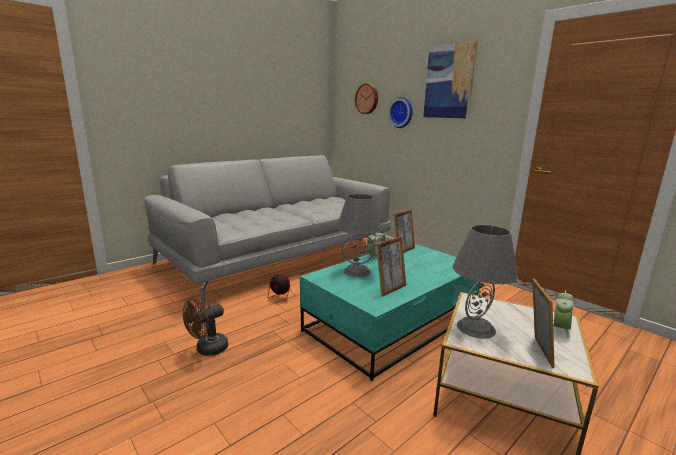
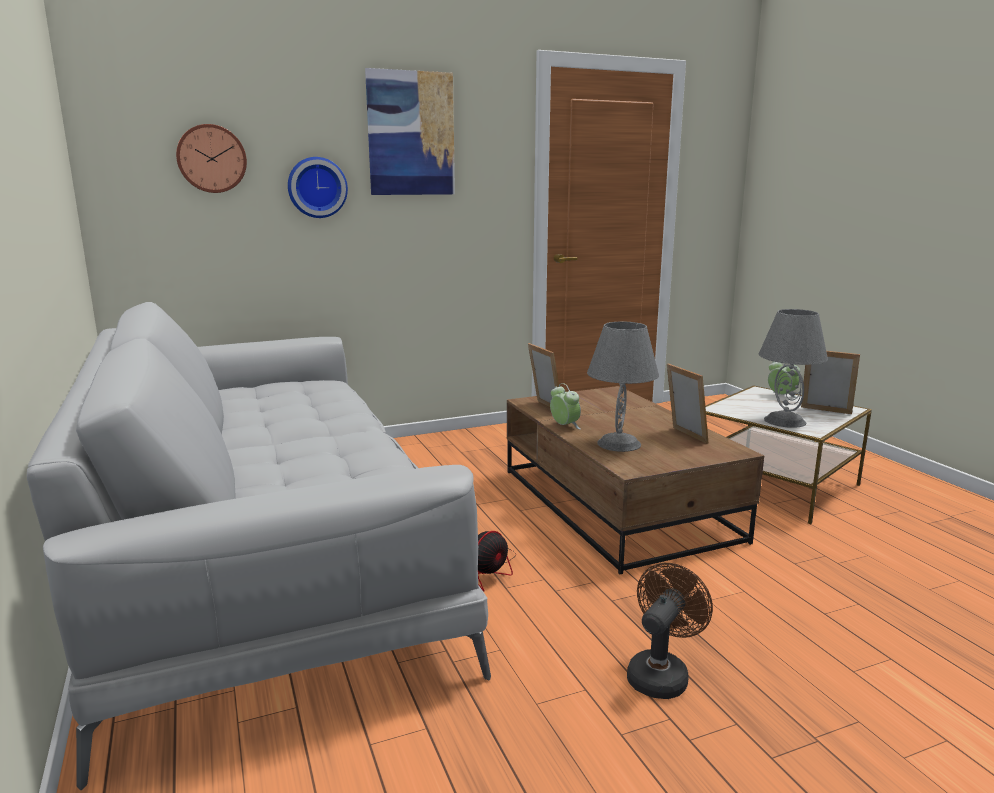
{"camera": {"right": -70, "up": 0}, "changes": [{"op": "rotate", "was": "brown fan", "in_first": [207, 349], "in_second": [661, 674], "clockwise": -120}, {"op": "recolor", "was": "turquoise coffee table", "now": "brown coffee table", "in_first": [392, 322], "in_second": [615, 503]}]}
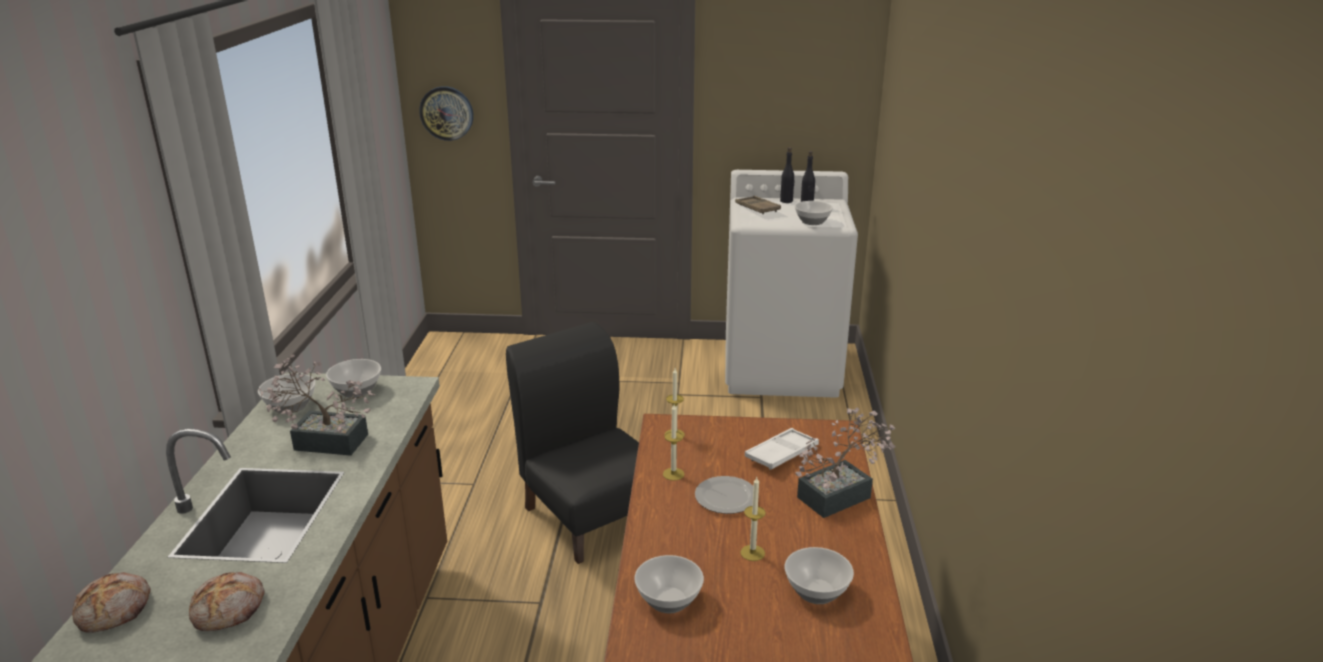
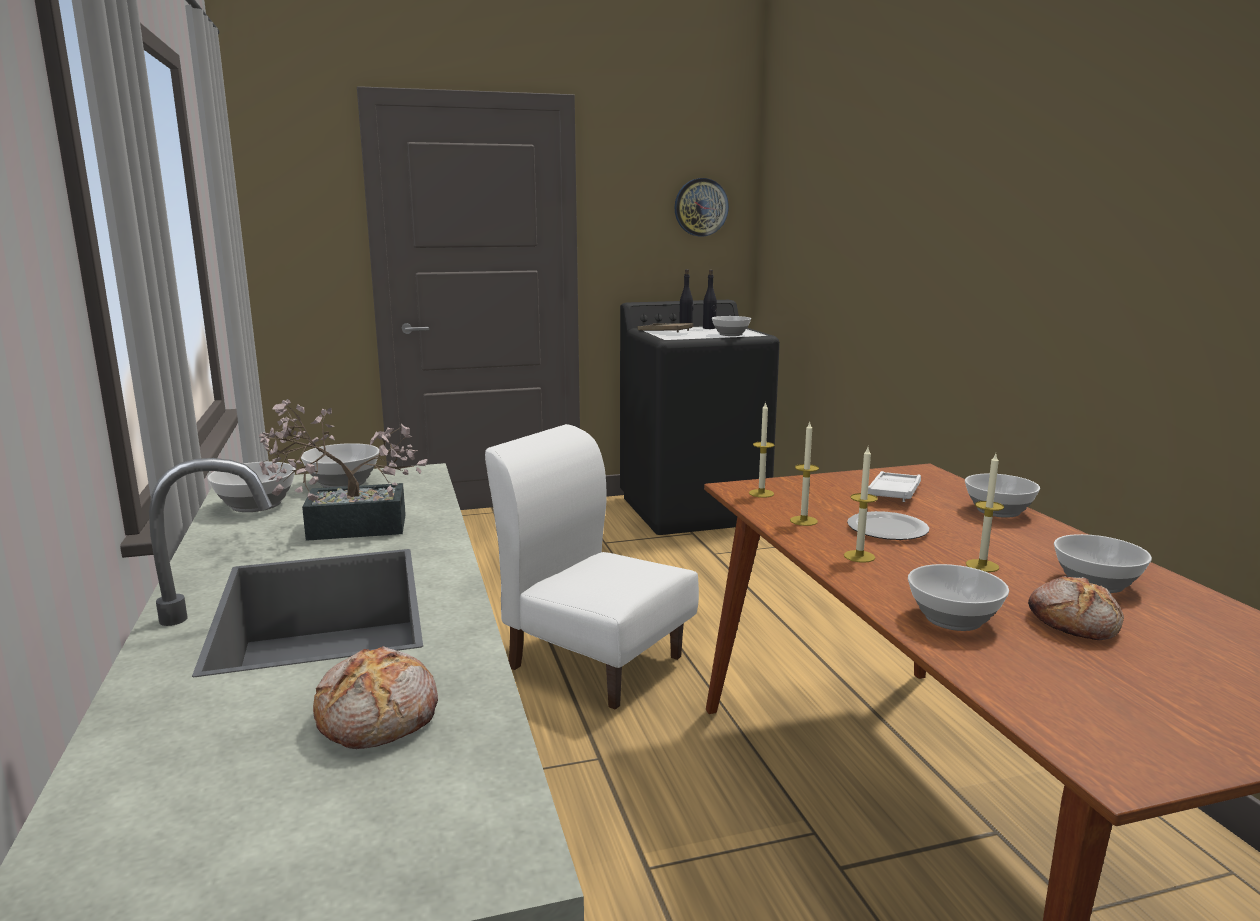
{"camera": {"right": -20, "up": -10}, "changes": [{"op": "move", "was": "bread", "in_first": [115, 610], "in_second": [1074, 623]}, {"op": "move", "was": "wall clock", "in_first": [447, 113], "in_second": [700, 207]}, {"op": "recolor", "was": "black chair", "now": "white chair", "in_first": [591, 516], "in_second": [595, 661]}, {"op": "recolor", "was": "white washing machine", "now": "black washing machine", "in_first": [782, 369], "in_second": [694, 510]}, {"op": "replace", "was": "potted plant", "now": "bowl", "in_first": [841, 495], "in_second": [999, 512]}, {"op": "insert", "now": "candle", "in_second": [859, 556]}]}
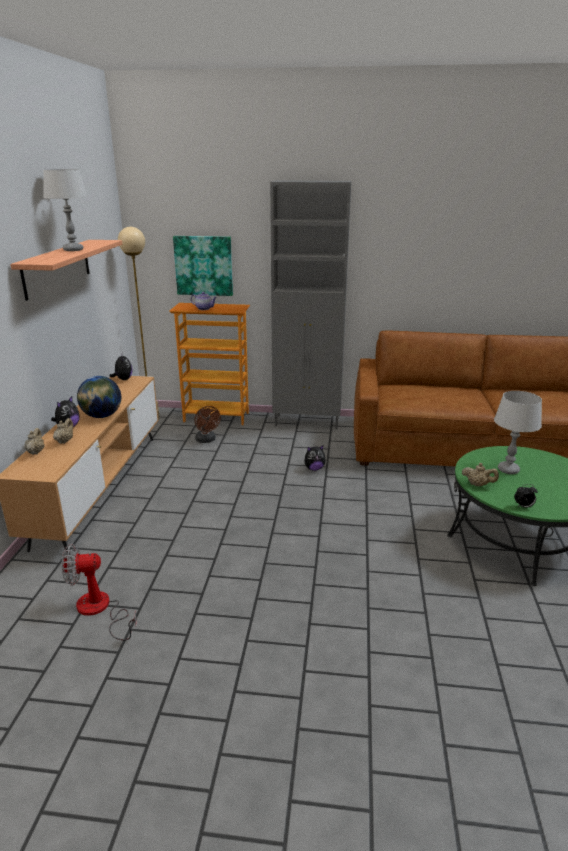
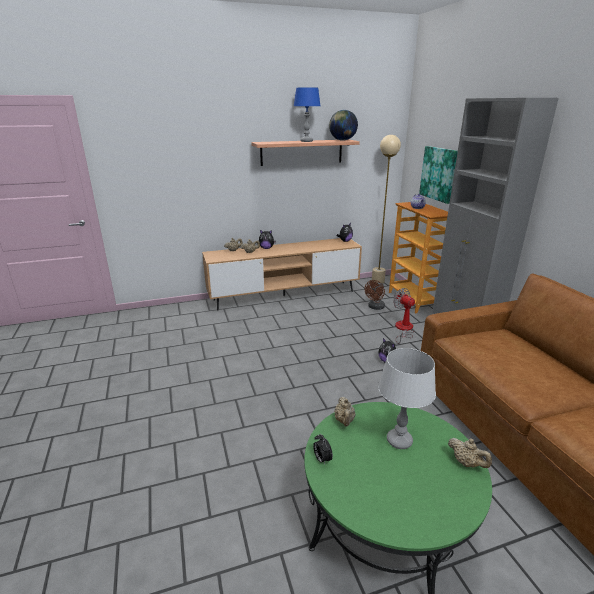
{"camera": {"right": 65, "up": 0}, "changes": [{"op": "recolor", "was": "grey table lamp", "now": "blue table lamp", "in_first": [73, 250], "in_second": [306, 141]}, {"op": "move", "was": "fan", "in_first": [100, 610], "in_second": [403, 329]}, {"op": "move", "was": "globe", "in_first": [102, 416], "in_second": [342, 140]}, {"op": "insert", "now": "beige teapot", "in_second": [466, 463]}]}
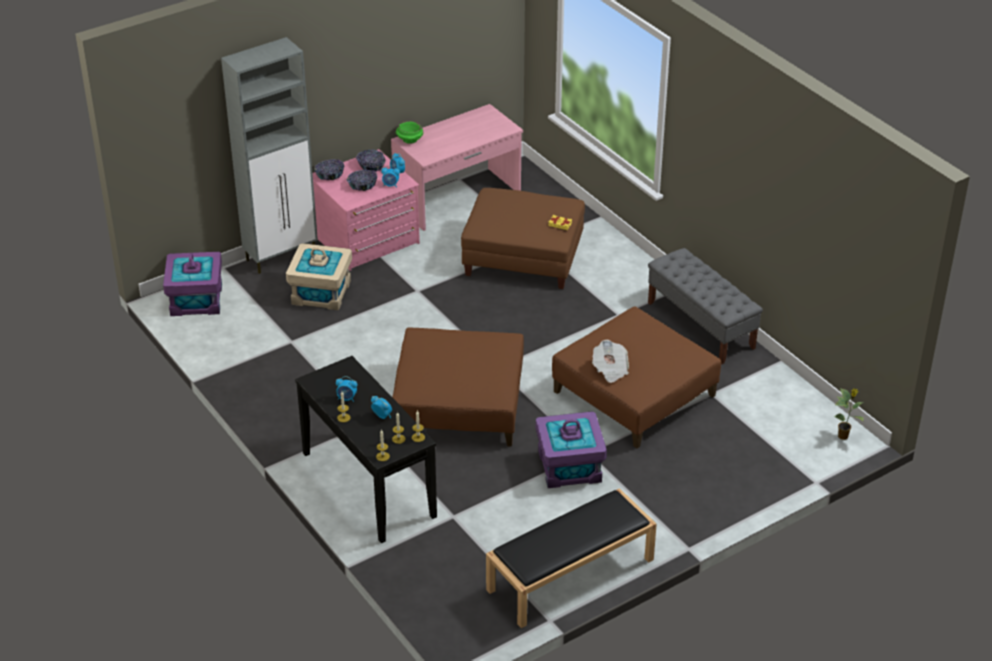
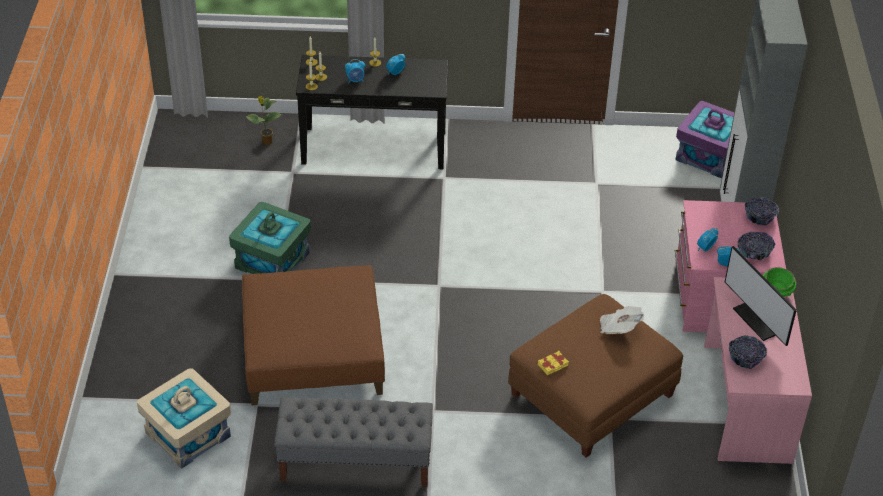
{"camera": {"right": 125, "up": 5}, "changes": [{"op": "move", "was": "beige storage box", "in_first": [321, 293], "in_second": [187, 434]}, {"op": "move", "was": "bowl", "in_first": [362, 185], "in_second": [746, 358]}, {"op": "delete", "was": "brown ottoman", "in_first": [458, 404]}, {"op": "delete", "was": "black bench", "in_first": [570, 575]}, {"op": "recolor", "was": "purple storage box", "now": "green storage box", "in_first": [569, 467], "in_second": [272, 260]}, {"op": "move", "was": "newspaper", "in_first": [610, 369], "in_second": [619, 328]}, {"op": "move", "was": "potted plant", "in_first": [843, 436], "in_second": [266, 142]}, {"op": "insert", "now": "monitor", "in_second": [757, 320]}]}
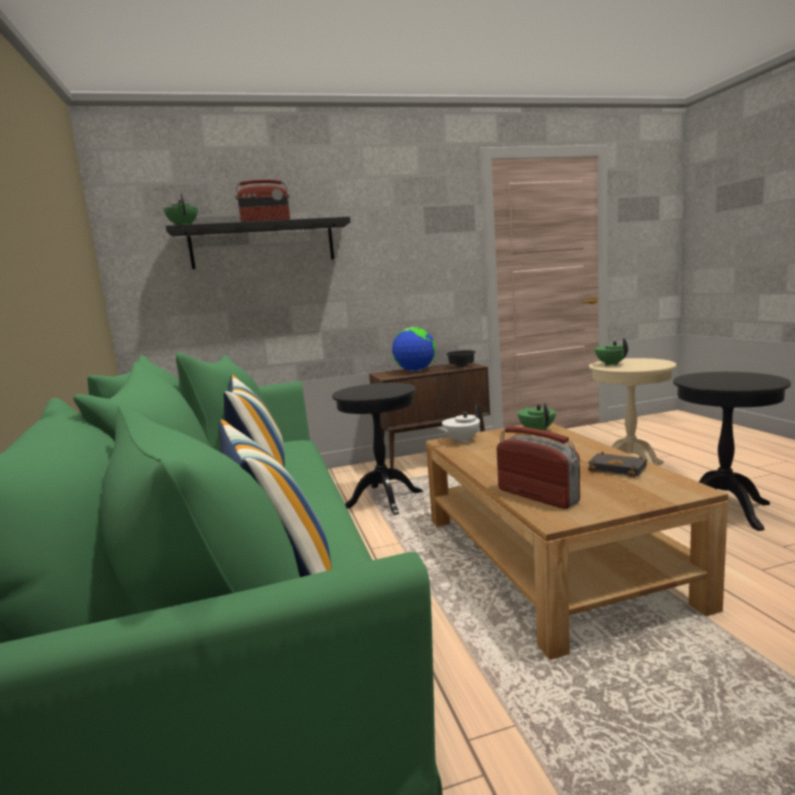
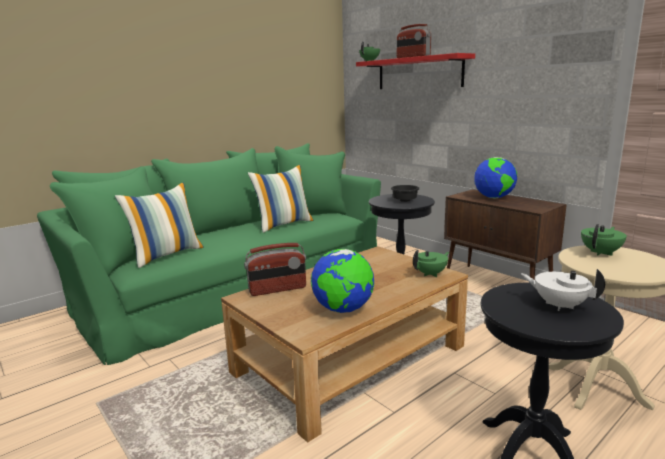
{"camera": {"right": 65, "up": 5}, "changes": [{"op": "recolor", "was": "black shelf", "now": "red shelf", "in_first": [263, 245], "in_second": [419, 73]}, {"op": "move", "was": "white teapot", "in_first": [461, 440], "in_second": [559, 305]}, {"op": "move", "was": "black bowl", "in_first": [462, 366], "in_second": [405, 201]}, {"op": "rotate", "was": "radio", "in_first": [538, 496], "in_second": [277, 289], "clockwise": 45}, {"op": "replace", "was": "black book", "now": "globe", "in_first": [619, 469], "in_second": [343, 309]}]}
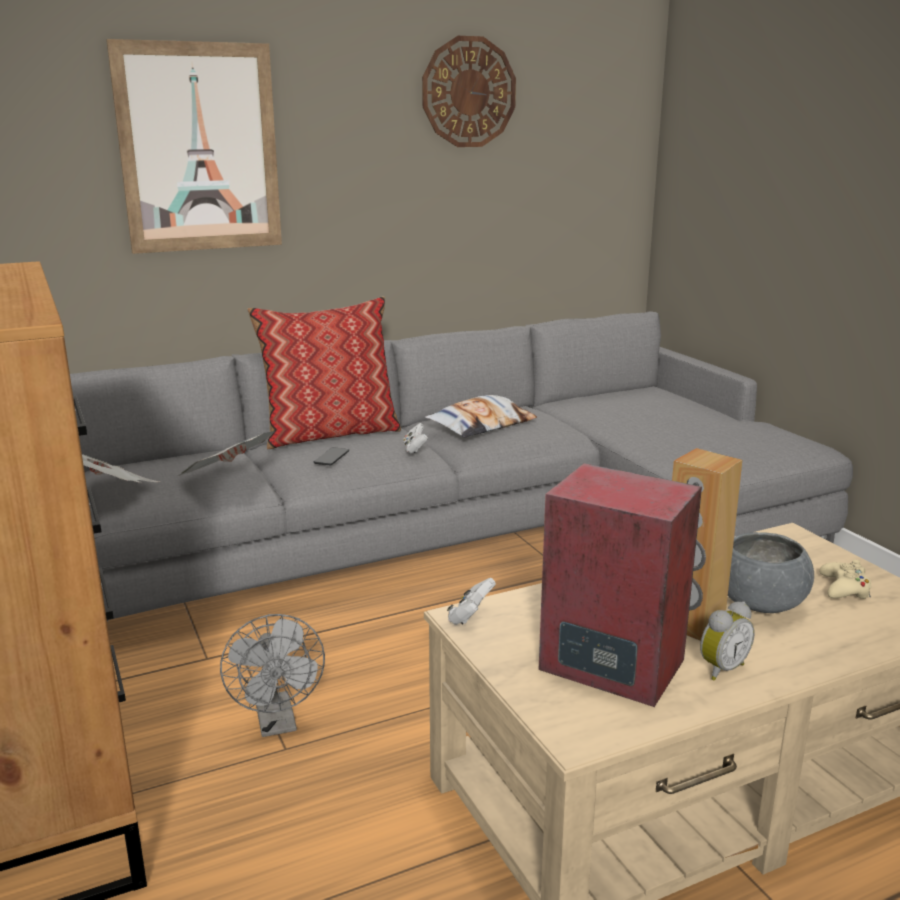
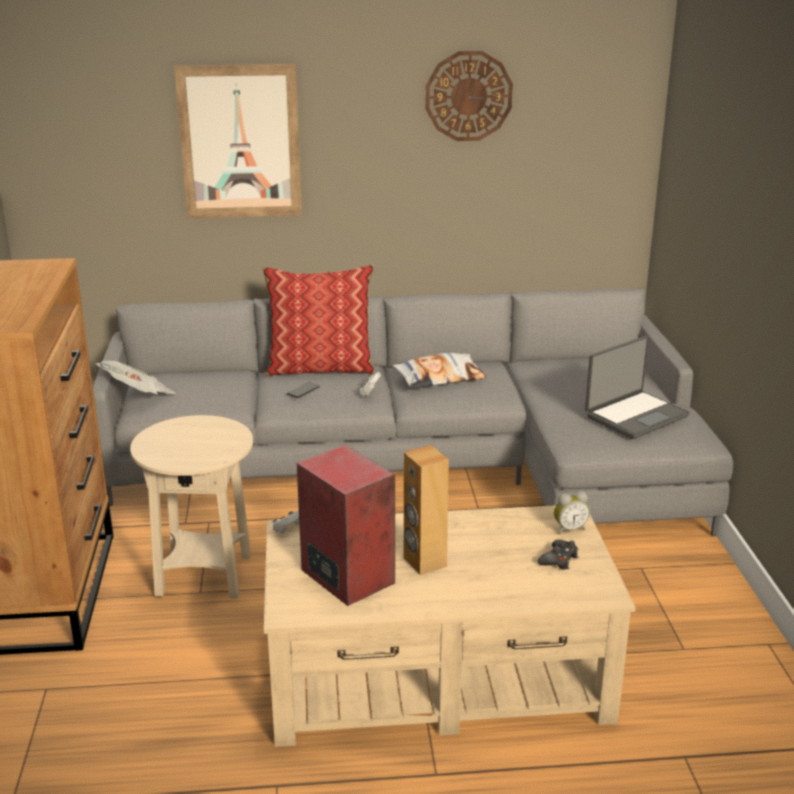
{"camera": {"right": 20, "up": 5}, "changes": [{"op": "delete", "was": "newspaper", "in_first": [228, 478]}, {"op": "replace", "was": "grey fan", "now": "beige side table", "in_first": [278, 723], "in_second": [204, 575]}, {"op": "move", "was": "alarm clock", "in_first": [720, 668], "in_second": [569, 529]}, {"op": "delete", "was": "grey bowl", "in_first": [760, 603]}, {"op": "recolor", "was": "beige game controller", "now": "black game controller", "in_first": [844, 588], "in_second": [559, 560]}, {"op": "insert", "now": "laptop", "in_second": [635, 415]}]}
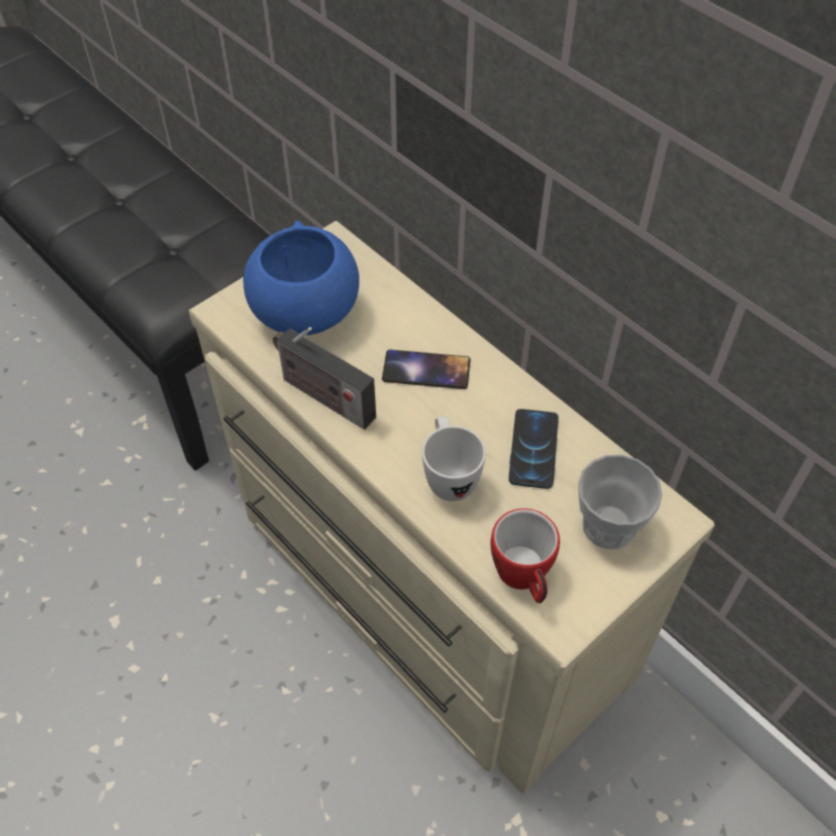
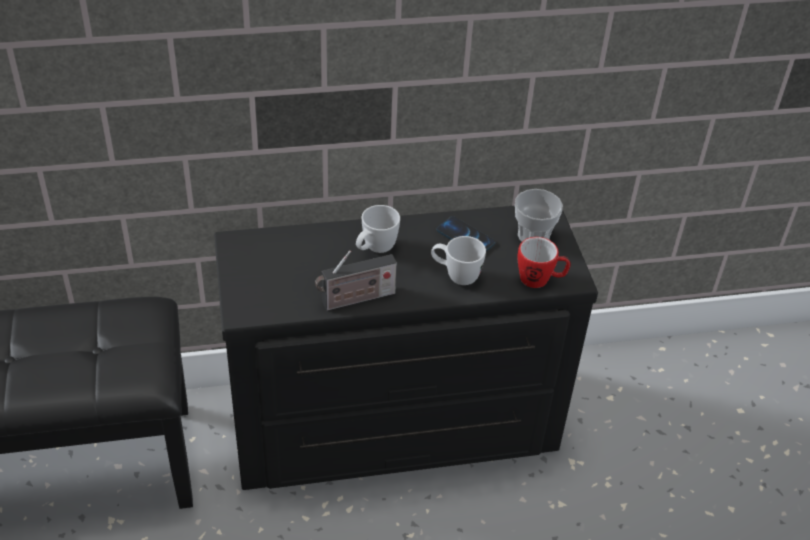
{"camera": {"right": -60, "up": -10}, "changes": [{"op": "recolor", "was": "beige dresser", "now": "black dresser", "in_first": [420, 590], "in_second": [395, 428]}, {"op": "delete", "was": "blue bowl", "in_first": [305, 313]}, {"op": "replace", "was": "phone", "now": "white mug", "in_first": [426, 370], "in_second": [375, 250]}]}
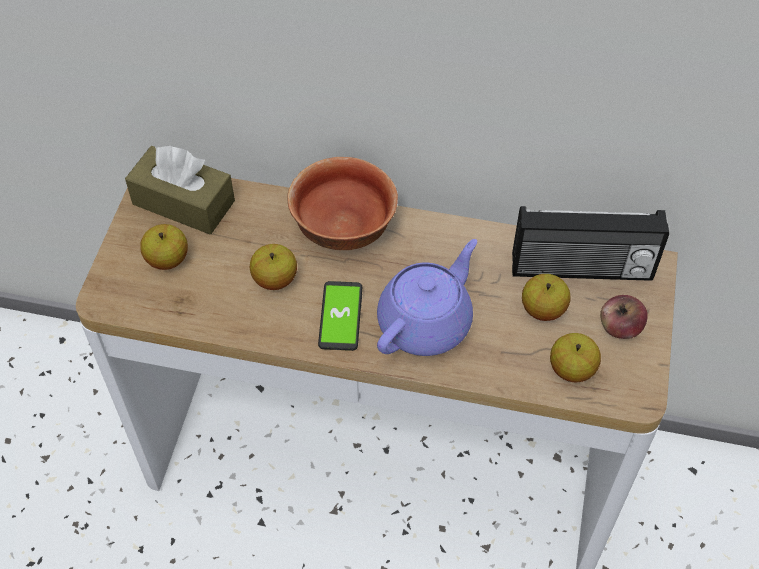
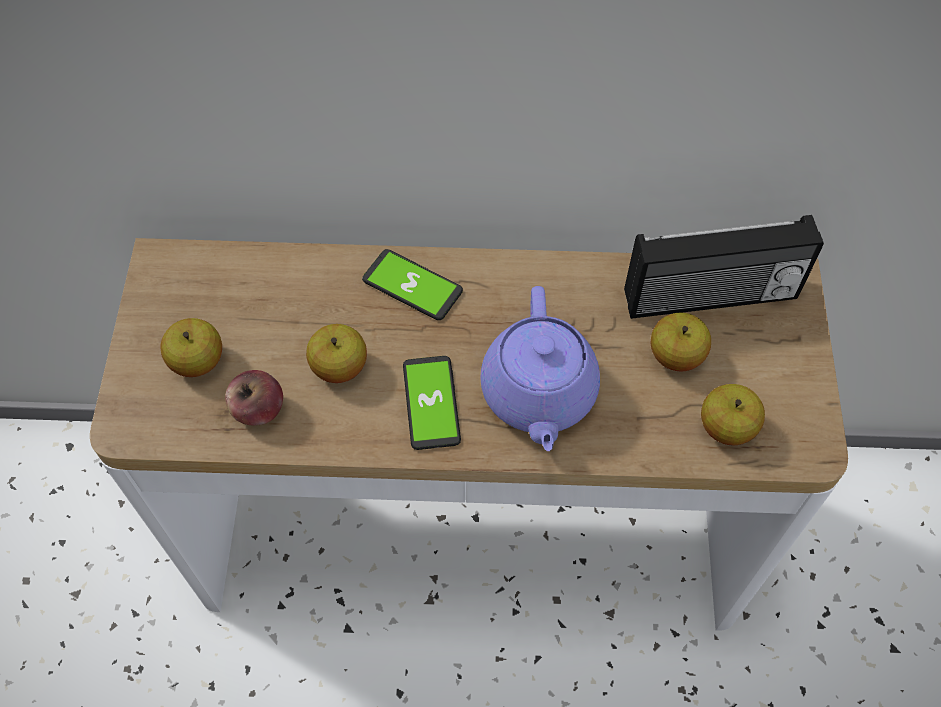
{"camera": {"right": -10, "up": 5}, "changes": [{"op": "delete", "was": "brown tissue box", "in_first": [183, 202]}, {"op": "replace", "was": "bowl", "now": "phone", "in_first": [344, 227], "in_second": [412, 285]}, {"op": "rotate", "was": "purple teapot", "in_first": [426, 322], "in_second": [538, 394], "clockwise": 150}, {"op": "move", "was": "apple", "in_first": [619, 328], "in_second": [258, 410]}]}
